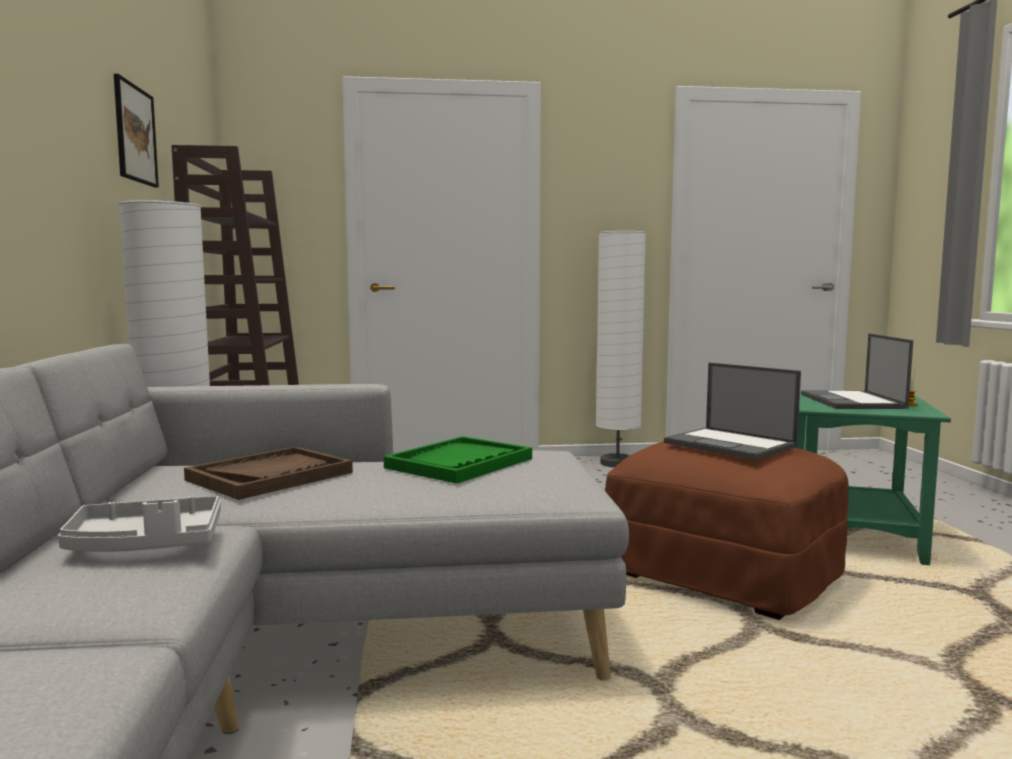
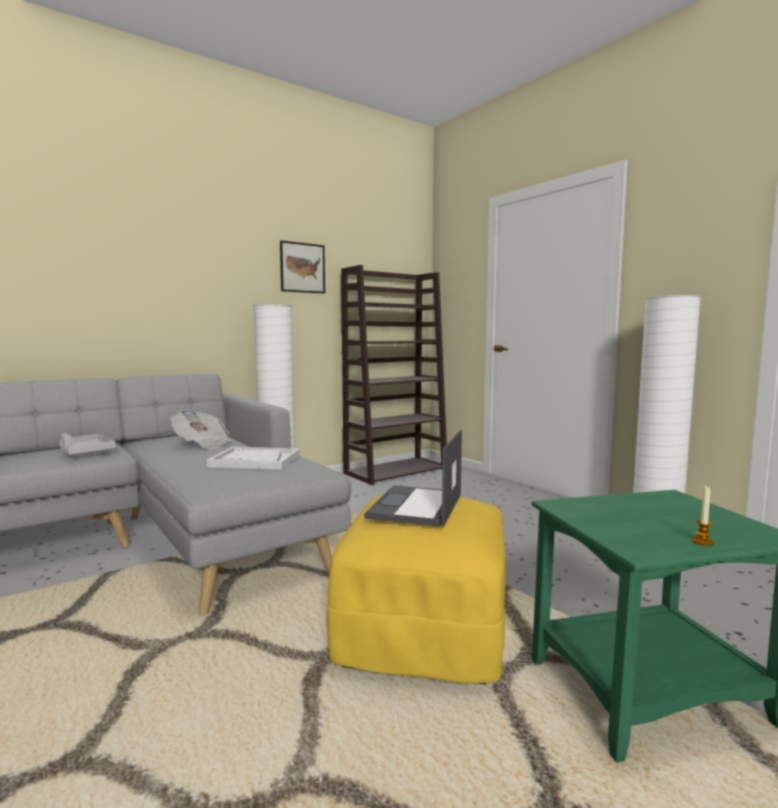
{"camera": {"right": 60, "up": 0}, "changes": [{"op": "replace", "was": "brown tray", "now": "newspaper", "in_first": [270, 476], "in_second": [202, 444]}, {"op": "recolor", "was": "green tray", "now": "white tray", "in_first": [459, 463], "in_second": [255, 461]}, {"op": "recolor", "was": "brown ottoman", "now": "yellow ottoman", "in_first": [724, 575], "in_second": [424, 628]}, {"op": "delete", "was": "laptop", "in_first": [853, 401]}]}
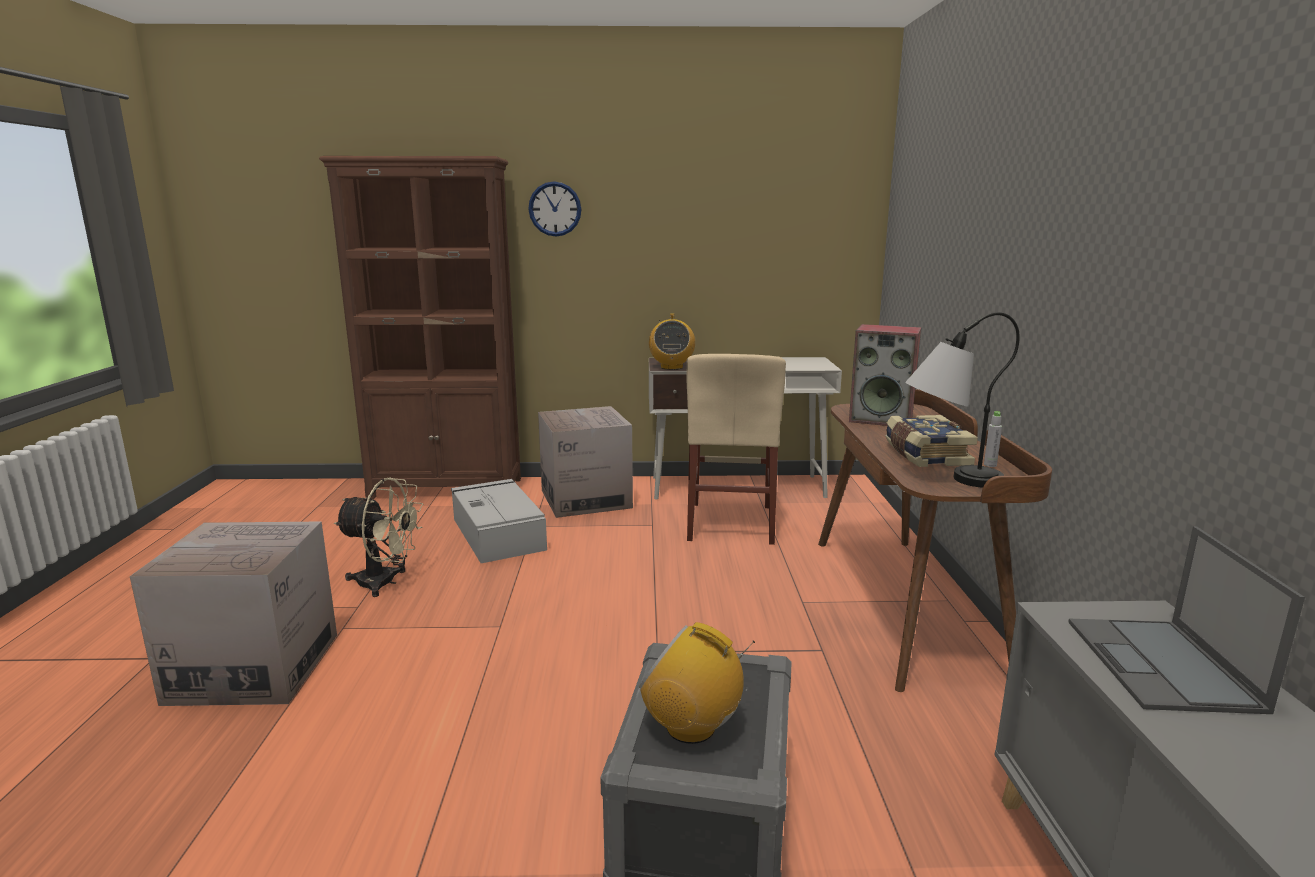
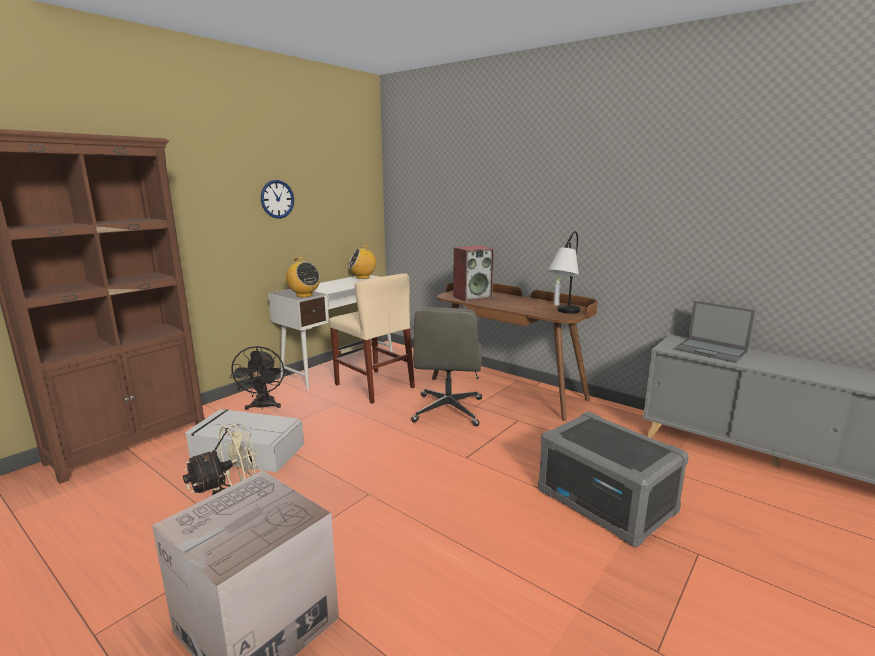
{"camera": {"right": -50, "up": 0}, "changes": [{"op": "move", "was": "wall clock", "in_first": [555, 209], "in_second": [277, 199]}, {"op": "replace", "was": "cardboard box", "now": "black fan", "in_first": [586, 499], "in_second": [263, 407]}, {"op": "move", "was": "radio", "in_first": [691, 727], "in_second": [363, 277]}, {"op": "delete", "was": "book", "in_first": [925, 455]}, {"op": "insert", "now": "grey office chair", "in_second": [448, 410]}]}
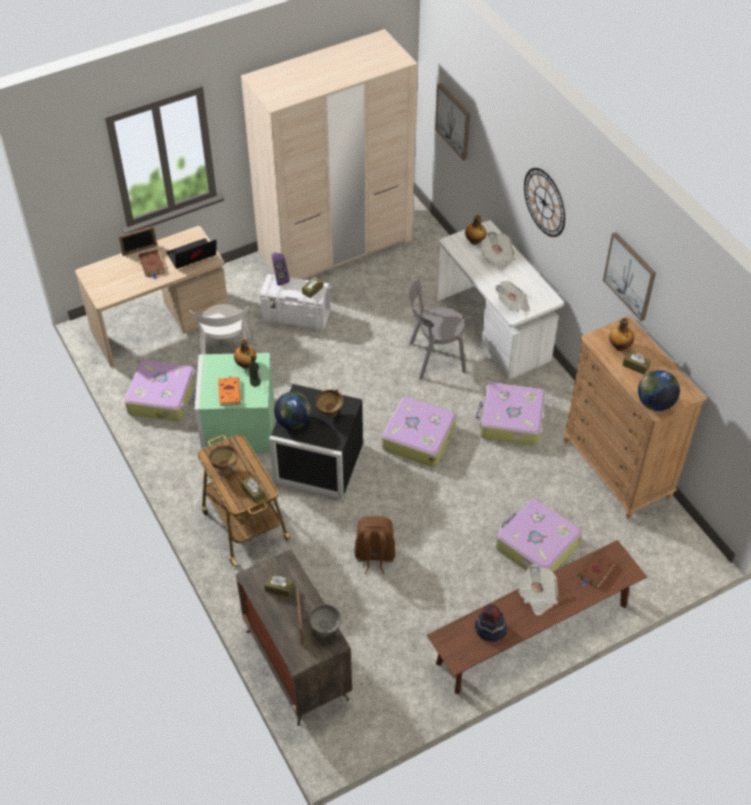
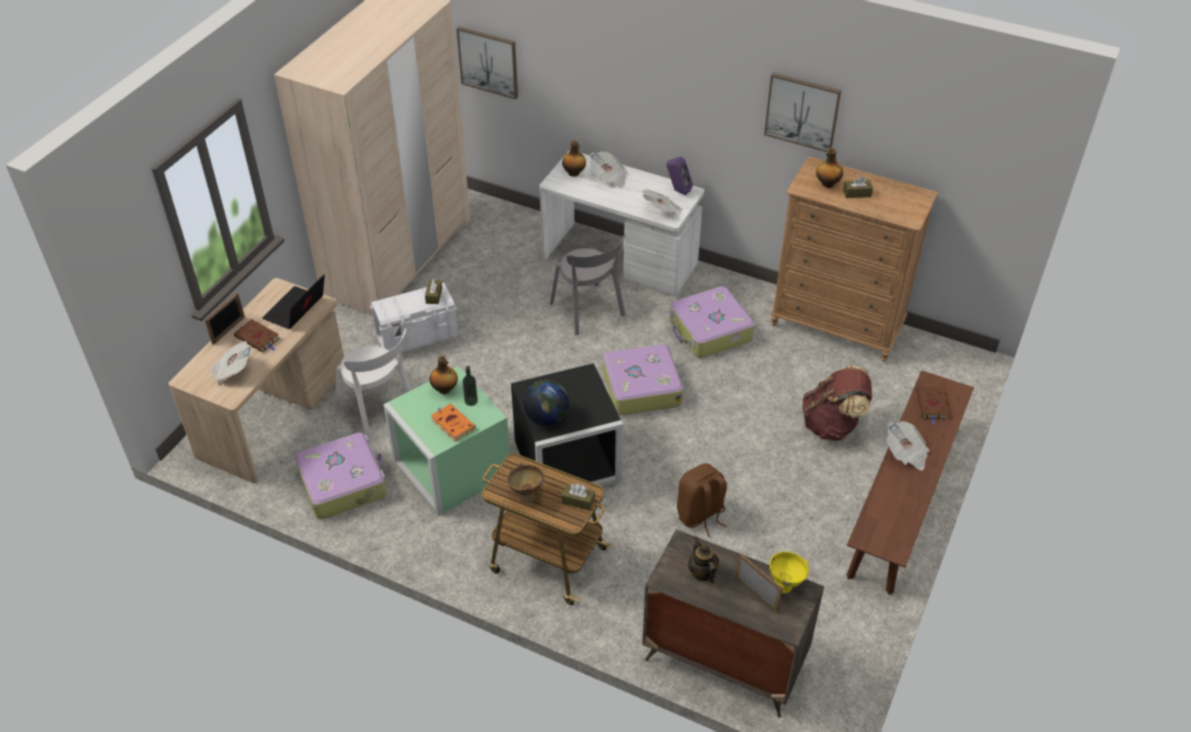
{"camera": {"right": -35, "up": -5}, "changes": [{"op": "replace", "was": "brown tissue box", "now": "teapot", "in_first": [279, 588], "in_second": [702, 572]}, {"op": "move", "was": "purple speaker", "in_first": [279, 279], "in_second": [677, 190]}, {"op": "recolor", "was": "grey bowl", "now": "yellow bowl", "in_first": [326, 630], "in_second": [786, 584]}, {"op": "delete", "was": "brown bowl", "in_first": [329, 414]}, {"op": "rotate", "was": "grey chair", "in_first": [434, 358], "in_second": [589, 311], "clockwise": -75}, {"op": "delete", "was": "hat", "in_first": [490, 629]}, {"op": "replace", "was": "suitcase", "now": "brown backpack", "in_first": [535, 545], "in_second": [832, 425]}, {"op": "delete", "was": "wall clock", "in_first": [544, 202]}, {"op": "delete", "was": "globe", "in_first": [655, 403]}, {"op": "insert", "now": "newspaper", "in_second": [232, 370]}]}
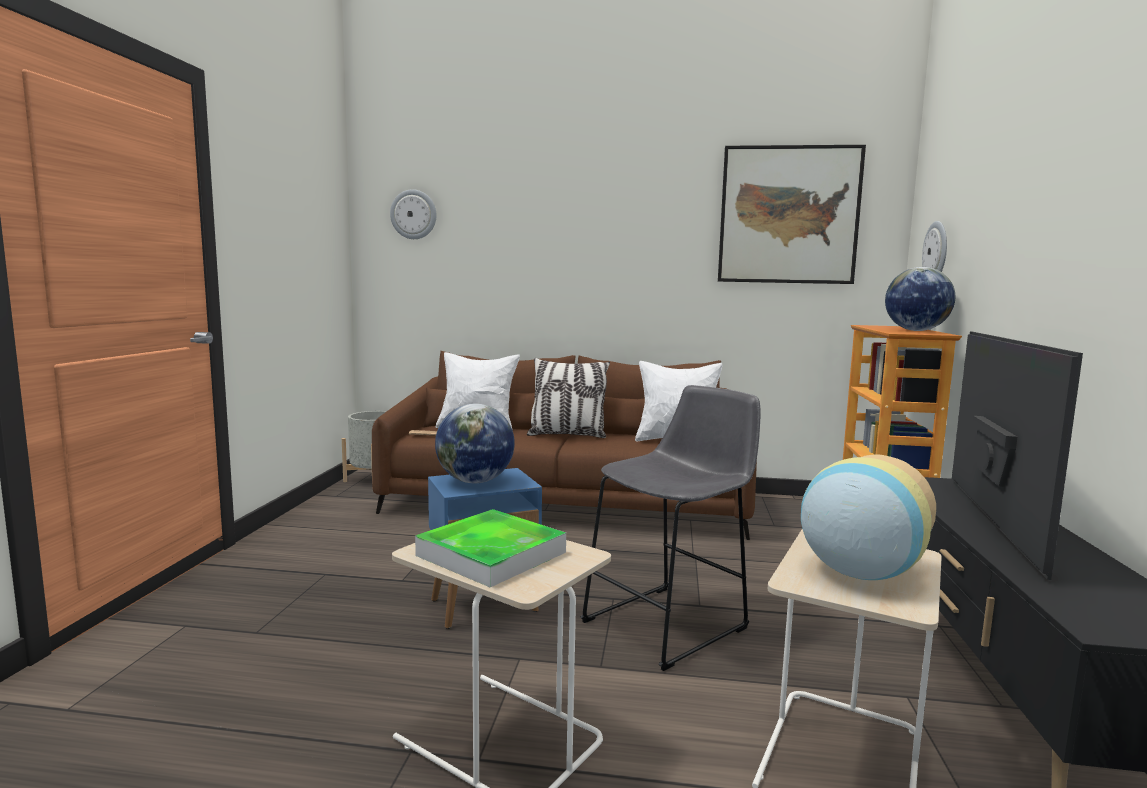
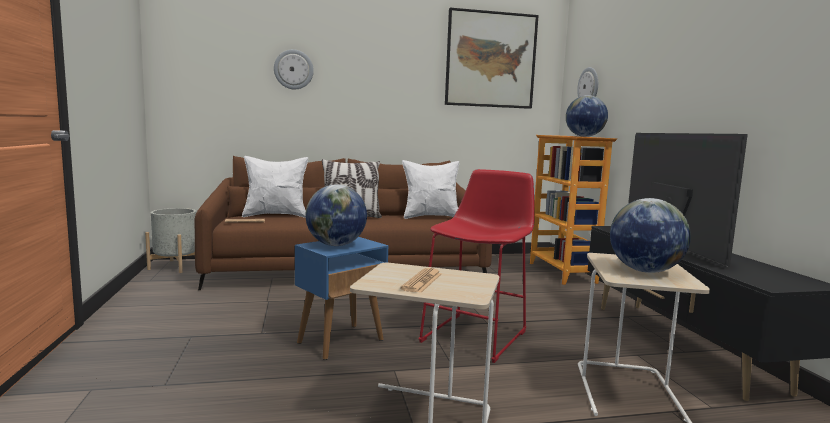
{"camera": {"right": -20, "up": 0}, "changes": [{"op": "move", "was": "wall clock", "in_first": [413, 214], "in_second": [293, 69]}, {"op": "replace", "was": "tray", "now": "newspaper", "in_first": [491, 554], "in_second": [422, 281]}, {"op": "recolor", "was": "grey stool", "now": "red stool", "in_first": [671, 622], "in_second": [477, 335]}, {"op": "replace", "was": "vase", "now": "globe", "in_first": [858, 572], "in_second": [644, 271]}]}
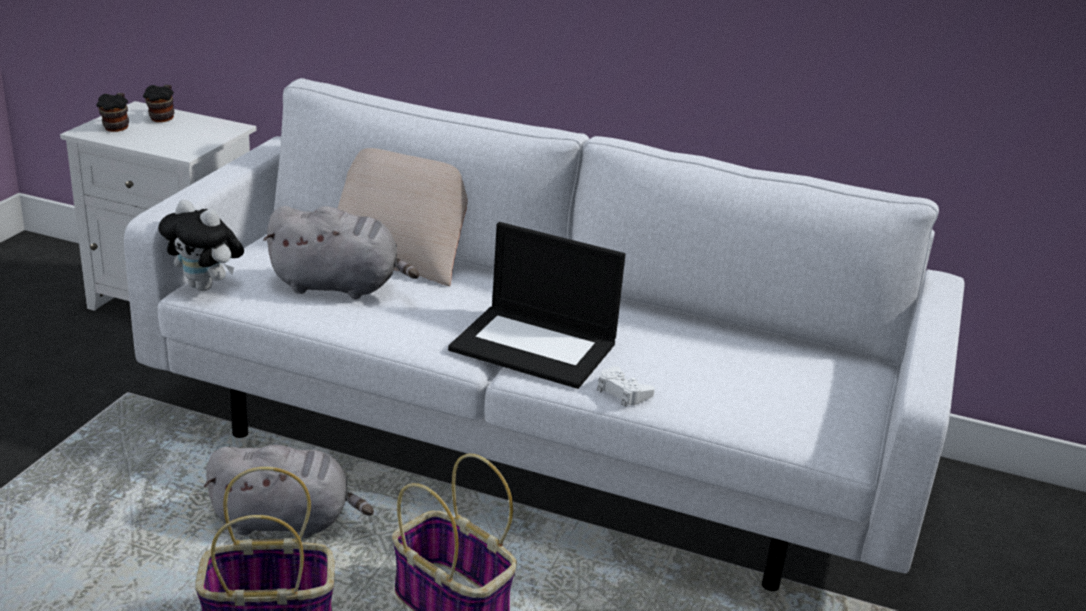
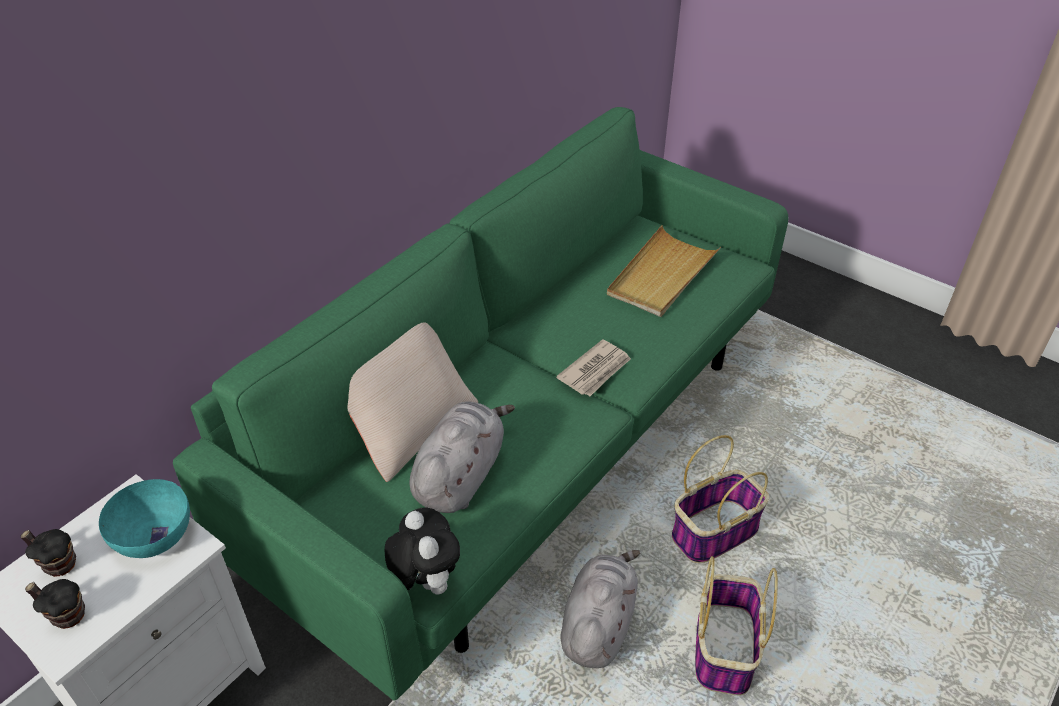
{"camera": {"right": -70, "up": 15}, "changes": [{"op": "recolor", "was": "white sofa", "now": "green sofa", "in_first": [532, 441], "in_second": [529, 443]}, {"op": "rotate", "was": "plush toy", "in_first": [206, 287], "in_second": [424, 581], "clockwise": -75}, {"op": "replace", "was": "laptop", "now": "newspaper", "in_first": [536, 346], "in_second": [595, 370]}, {"op": "delete", "was": "white game controller", "in_first": [622, 392]}, {"op": "insert", "now": "turquoise bowl", "in_second": [153, 534]}, {"op": "insert", "now": "beige tray", "in_second": [662, 275]}]}
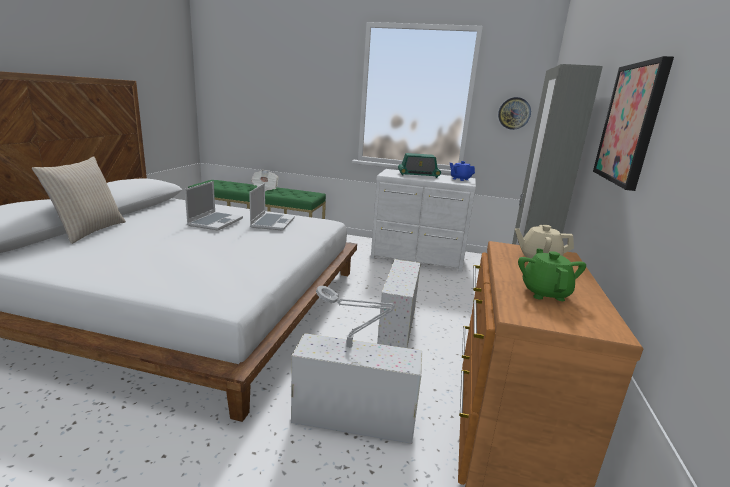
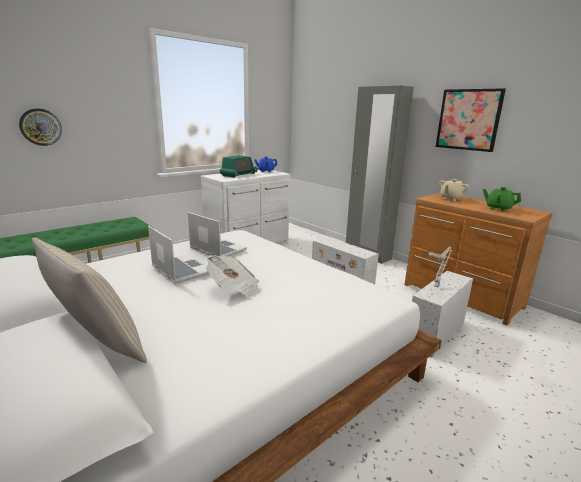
{"camera": {"right": -55, "up": 0}, "changes": [{"op": "move", "was": "newspaper", "in_first": [265, 188], "in_second": [234, 289]}, {"op": "move", "was": "wall clock", "in_first": [514, 113], "in_second": [40, 127]}]}
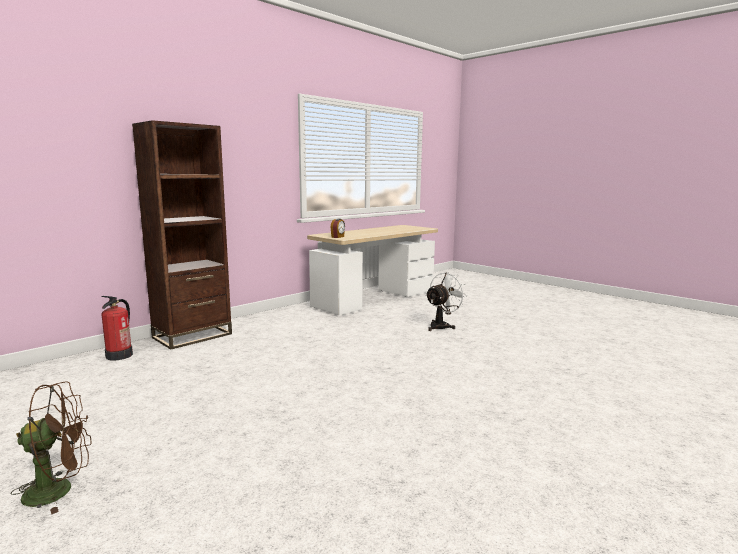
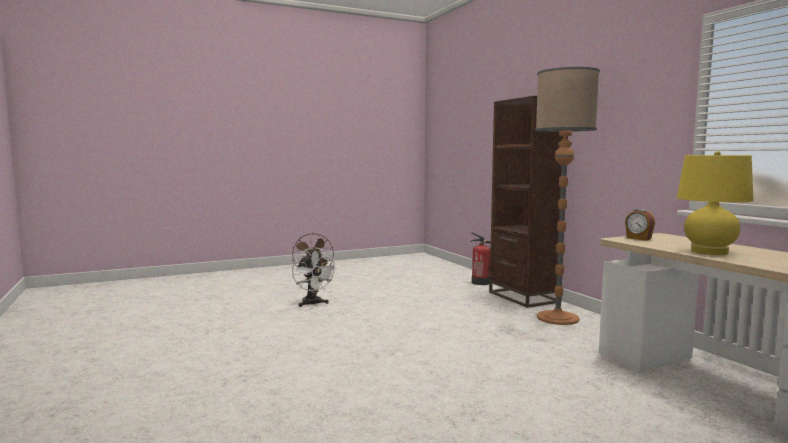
{"camera": {"right": 110, "up": -5}, "changes": [{"op": "move", "was": "white fan", "in_first": [442, 326], "in_second": [313, 304]}, {"op": "insert", "now": "floor lamp", "in_second": [557, 318]}, {"op": "insert", "now": "yellow table lamp", "in_second": [709, 252]}]}
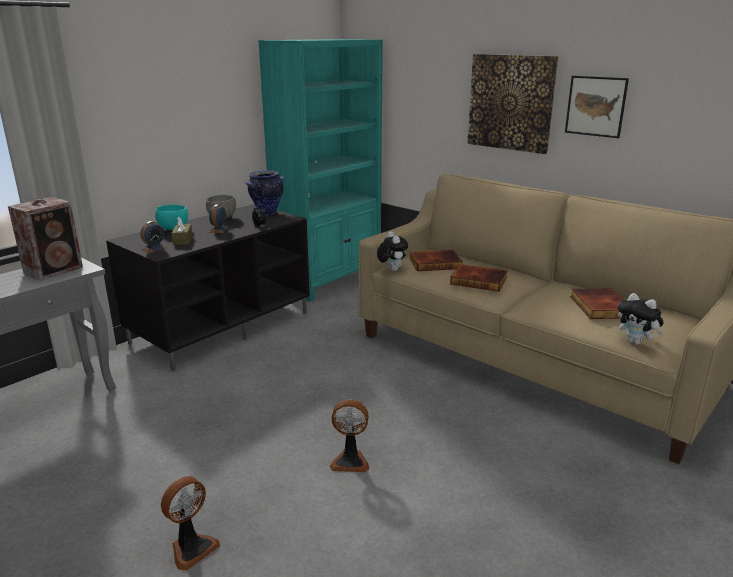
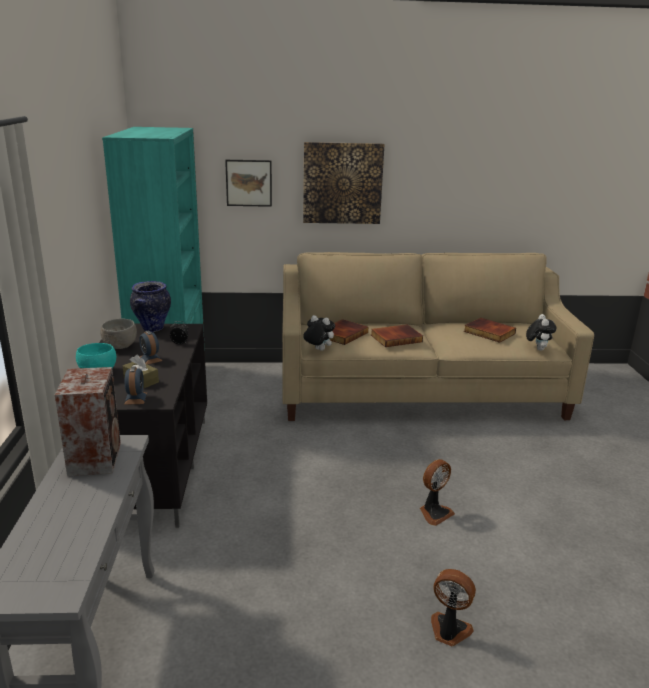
{"camera": {"right": -45, "up": 0}, "changes": [{"op": "rotate", "was": "fan", "in_first": [192, 548], "in_second": [449, 631], "clockwise": -60}, {"op": "move", "was": "picture", "in_first": [595, 106], "in_second": [249, 183]}, {"op": "rotate", "was": "plush toy", "in_first": [636, 342], "in_second": [537, 349], "clockwise": -90}]}
